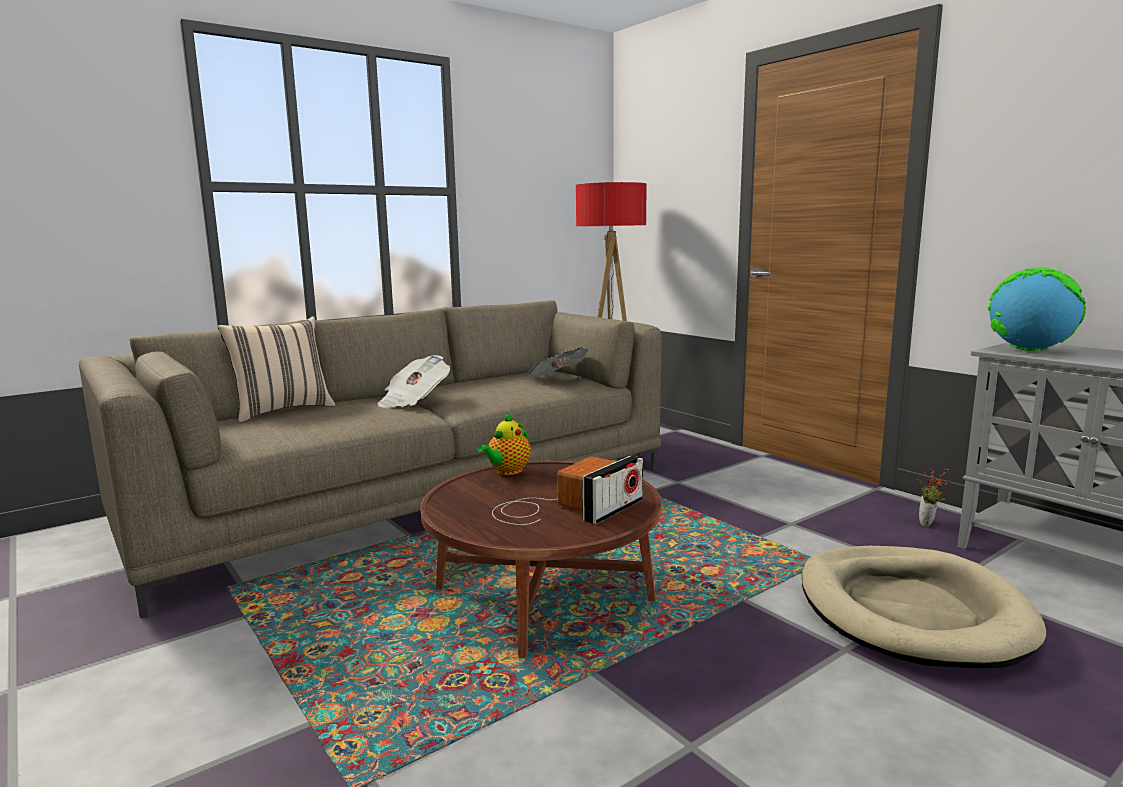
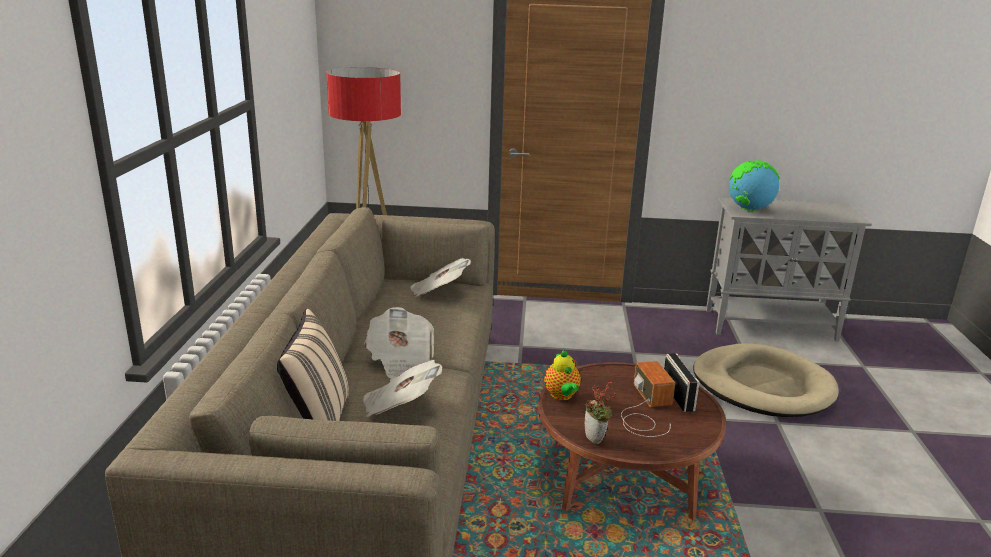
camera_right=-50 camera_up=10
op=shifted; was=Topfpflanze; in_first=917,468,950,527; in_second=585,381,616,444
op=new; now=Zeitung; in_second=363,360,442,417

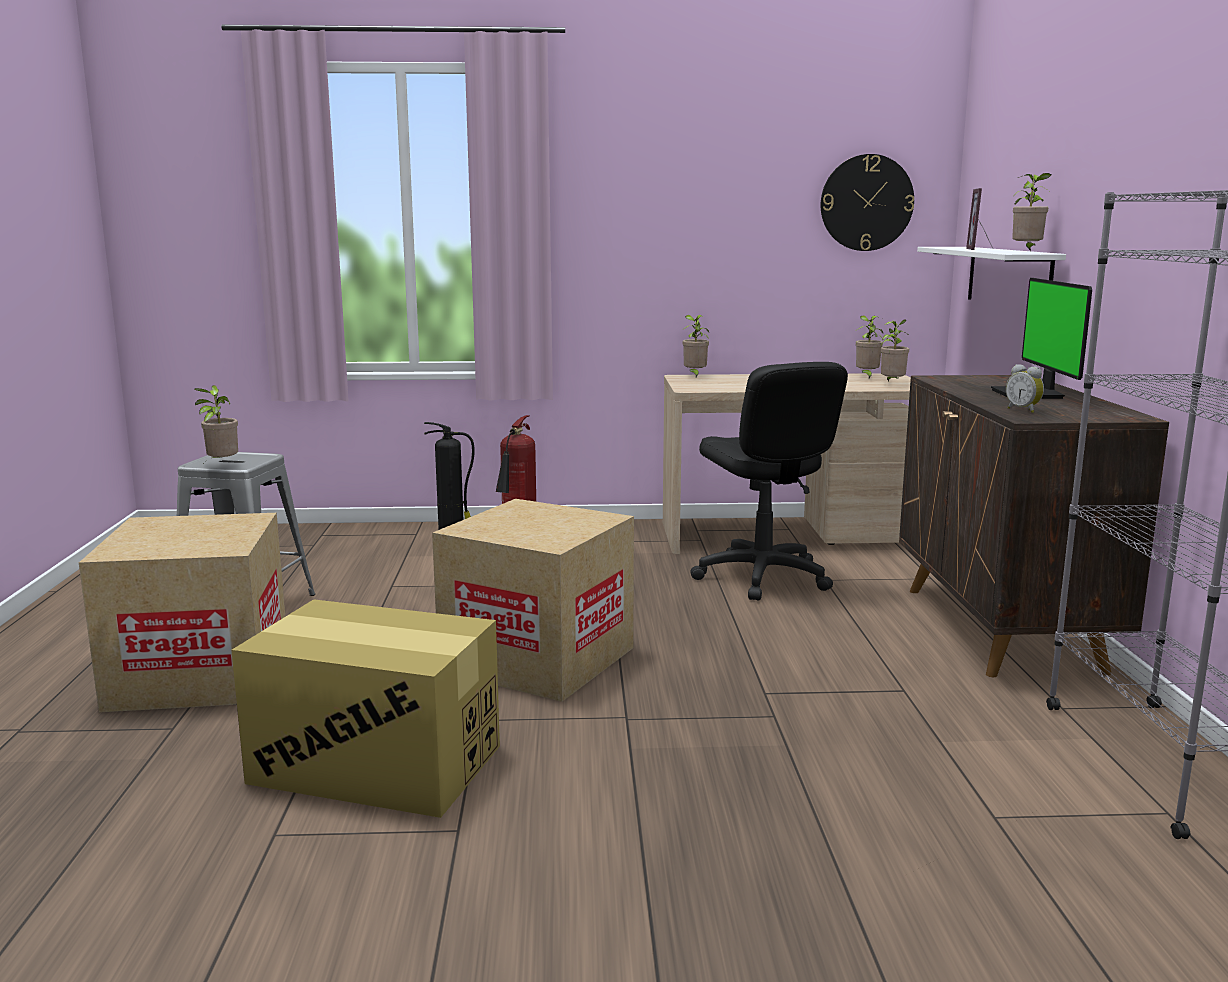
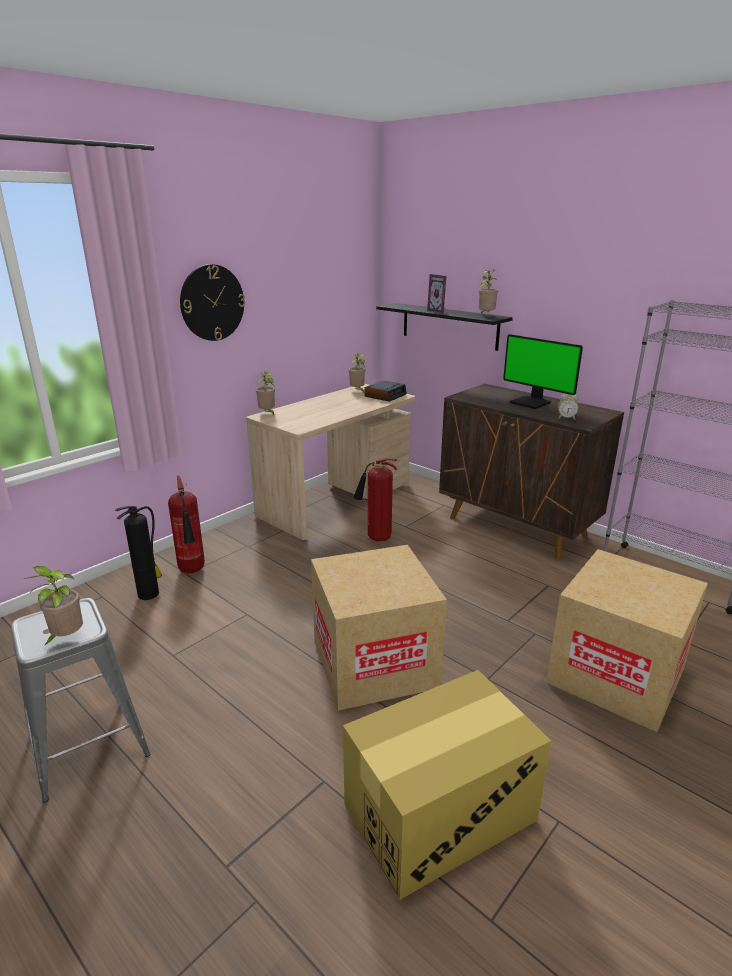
camera_right=-45 camera_up=10
op=shifted; was=Karton; in_first=79,513,285,712; in_second=546,549,708,732
op=swapped; was=Bürostuhl/schwarz; now=Feuerlöscher; in_first=690,362,848,600; in_second=354,458,397,542
op=shifted; was=Wanduhr; in_first=821,154,914,251; in_second=180,264,245,341
op=swapped; was=Topfpflanze; now=Wecker; in_first=881,319,909,382; in_second=364,380,407,402
op=repainted; was=Wandregal/weiß; now=Wandregal/schwarz; in_first=917,247,1066,300; in_second=376,303,513,351

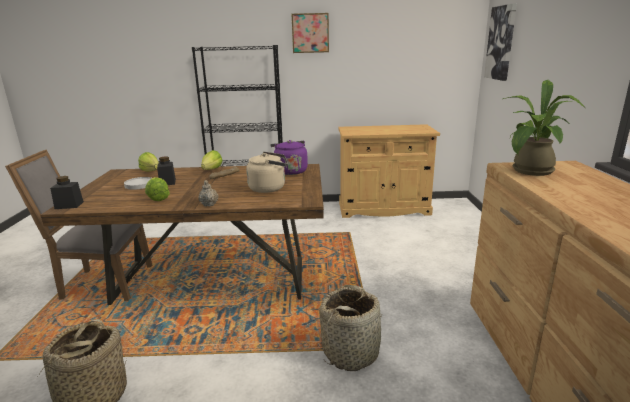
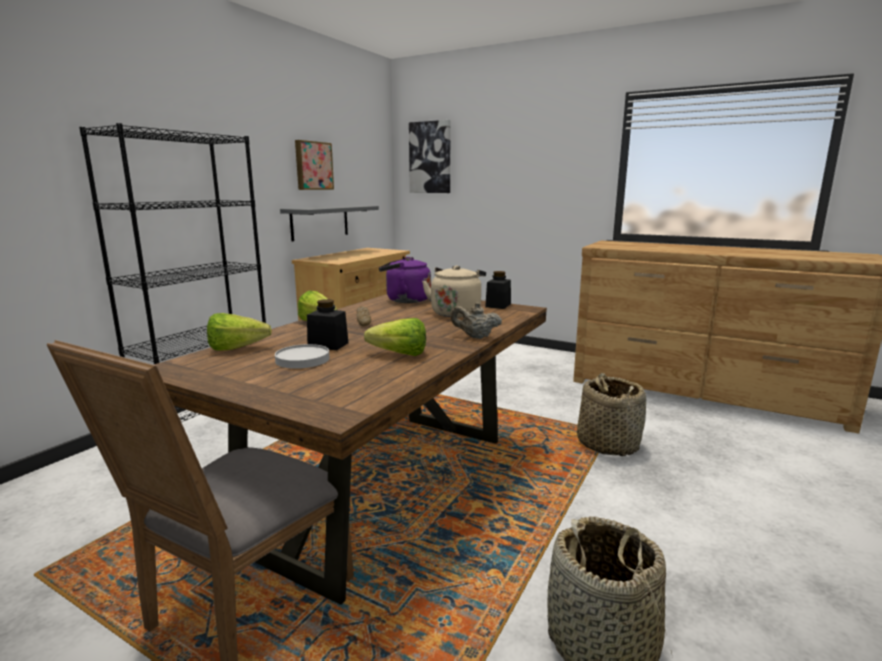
camera_right=-60 camera_up=-5
op=shifted; was=Vorratsglas/schwarz; in_first=50,176,84,209; in_second=485,271,511,309
op=shifted; was=Bild; in_first=292,13,329,53; in_second=295,140,334,190
op=gone; was=Topfpflanze; in_first=503,80,585,176
op=new; now=Wandregal/grau; in_second=280,205,379,241

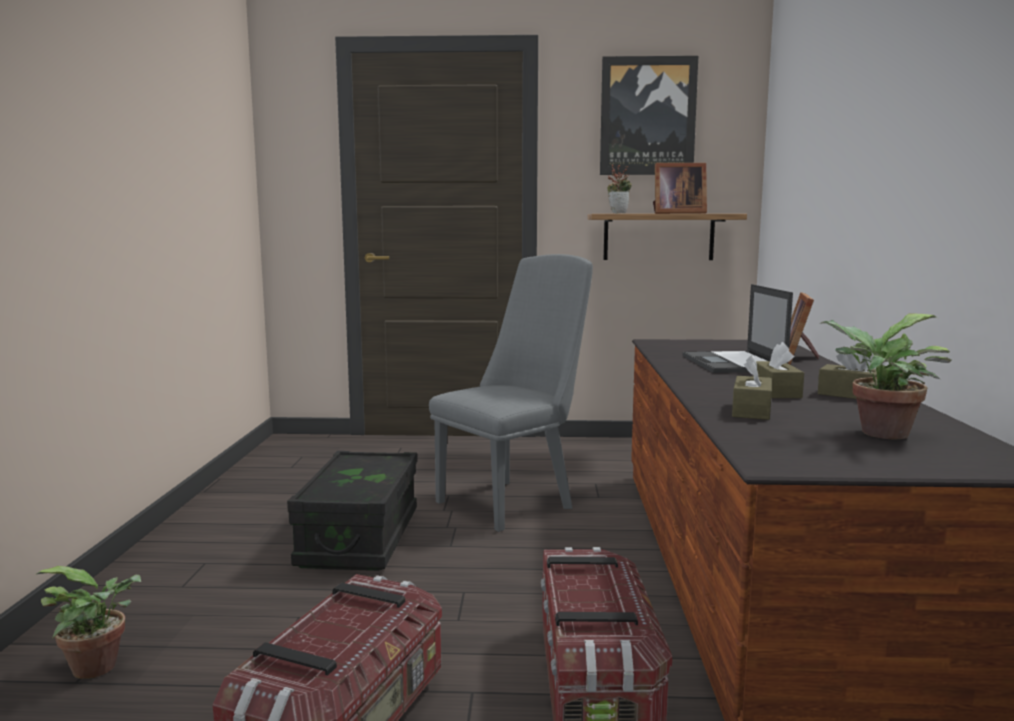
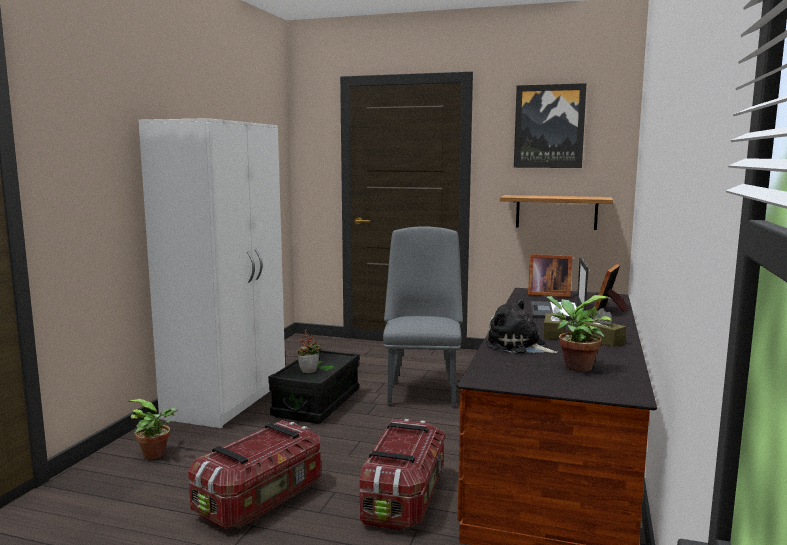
camera_right=15 camera_up=0
op=rotated; was=Stuhl/grau; in_first=429,254,593,532; in_second=383,226,463,407; clockwise=-60
op=shifted; was=Topfpflanze; in_first=607,165,632,214; in_second=297,329,322,373
op=shifted; was=Bilderrahmen; in_first=653,163,707,214; in_second=528,254,572,297
op=swapped; was=Taschentuchbox/braun; now=Plüschtier; in_first=732,355,772,420; in_second=485,298,558,354
op=new; now=Kleiderschrank/weiß; in_second=139,118,285,428

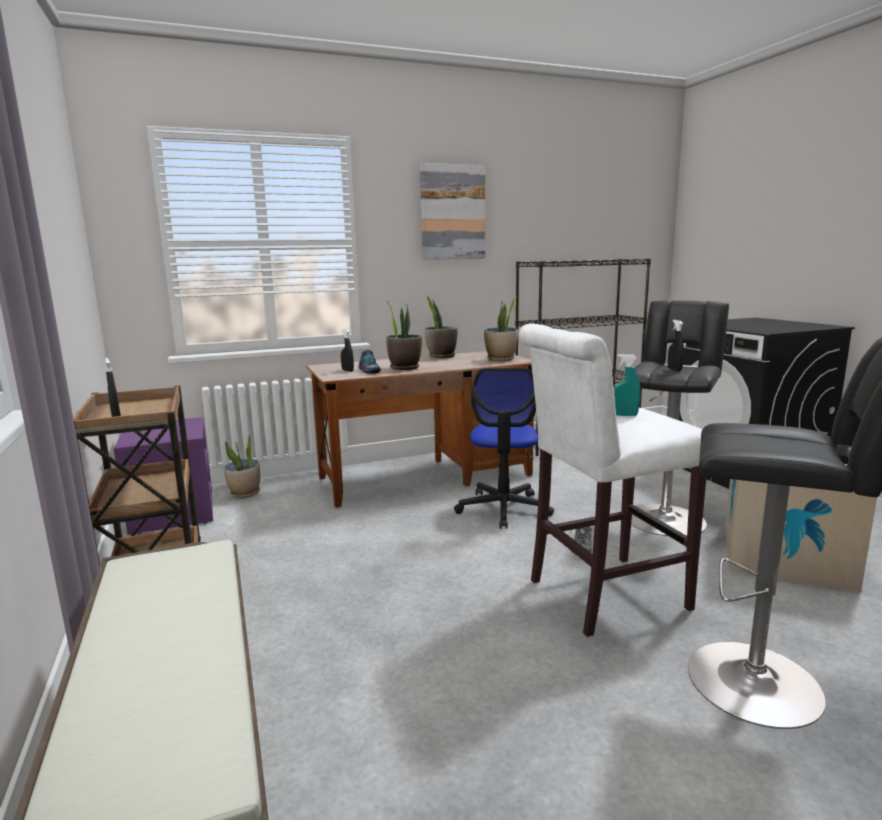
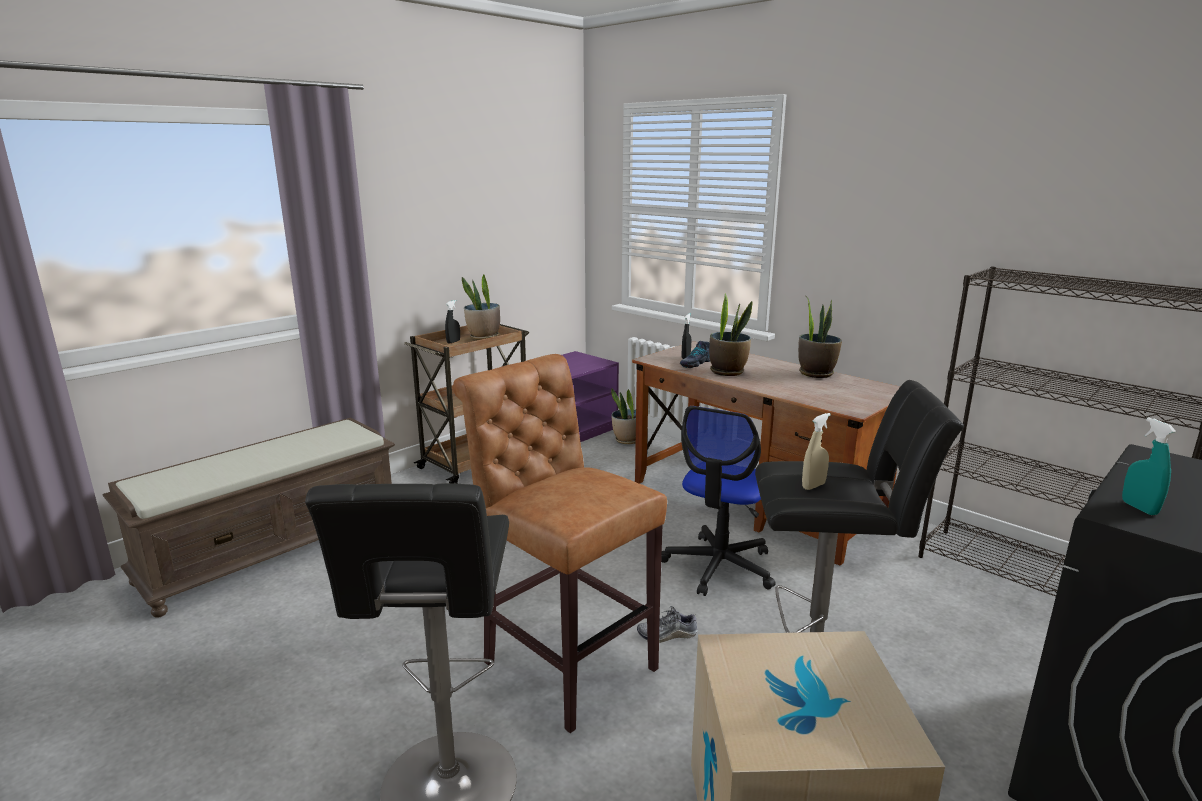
camera_right=65 camera_up=5
op=gone; was=Bild; in_first=420,163,485,260
op=rotated; was=Bürostuhl; in_first=454,368,554,529; in_second=661,406,776,596; clockwise=-45
op=shifted; was=Topfpflanze; in_first=484,296,518,361; in_second=462,274,500,340
op=repainted; was=Hocker/weiß; now=Hocker/braun; in_first=519,323,706,637; in_second=453,354,667,733
op=shifted; was=Sprühflasche/türkis; in_first=614,354,640,416; in_second=1122,418,1176,515
op=repainted; was=Sprühflasche/schwarz; now=Sprühflasche/beige; in_first=667,320,684,371; in_second=802,413,831,490

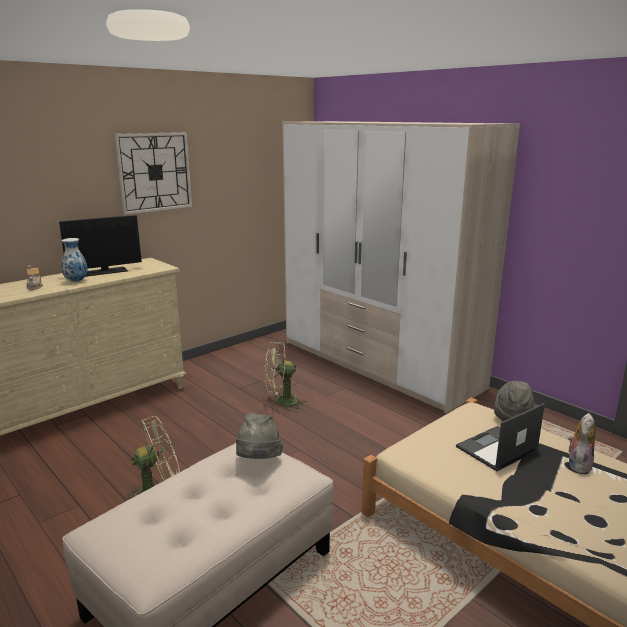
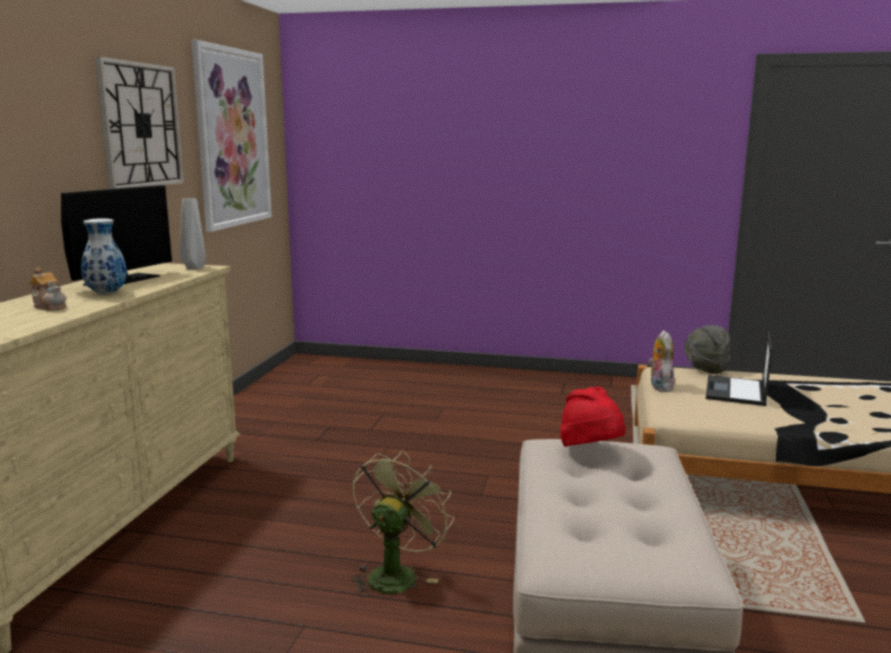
camera_right=-35 camera_up=-5
op=repainted; was=Hut/grau; now=Hut/rot; in_first=236,413,283,459; in_second=560,386,626,447
op=gone; was=Ventilator/grün; in_first=264,342,307,411
op=gone; was=Kleiderschrank; in_first=282,121,520,413
op=shifted; was=Plüschtier; in_first=568,413,596,474; in_second=649,330,675,392
op=new; now=Vase/grau; in_second=180,199,206,269
op=new; now=Bild; in_second=191,40,272,232

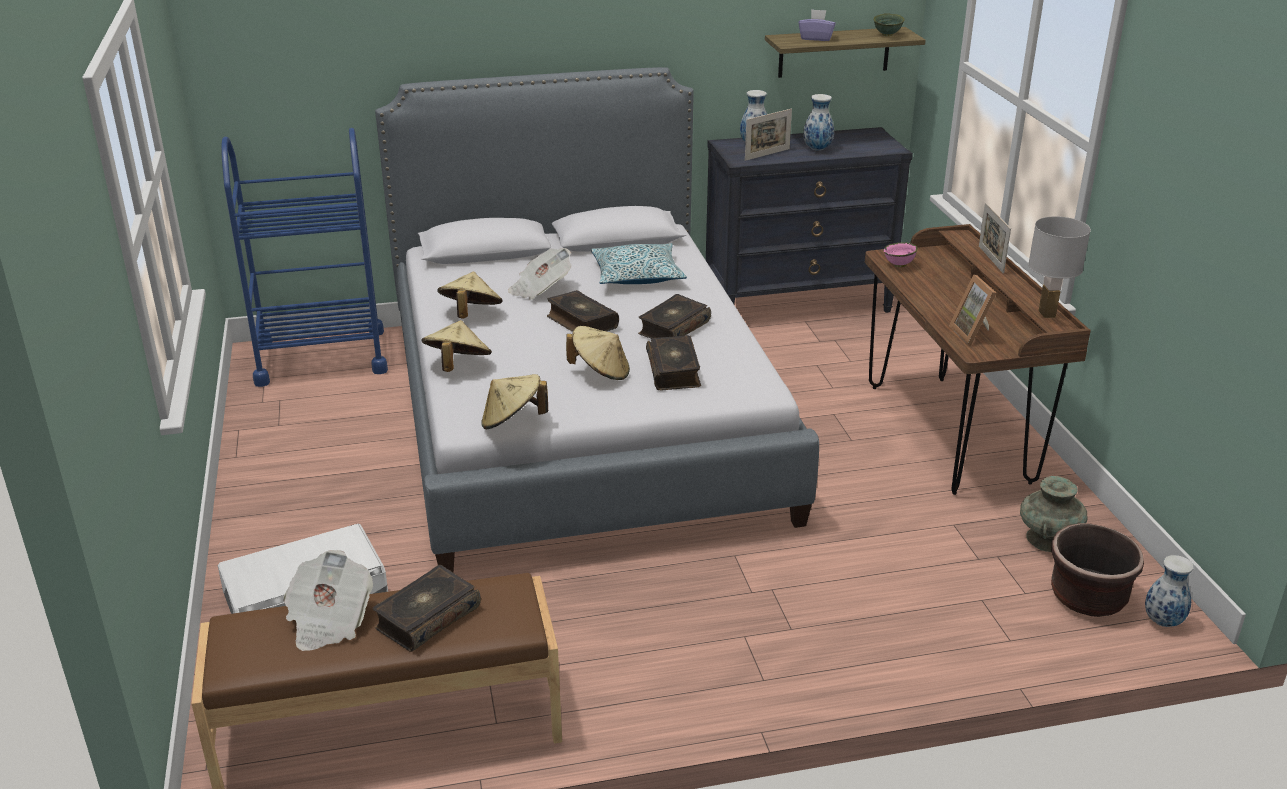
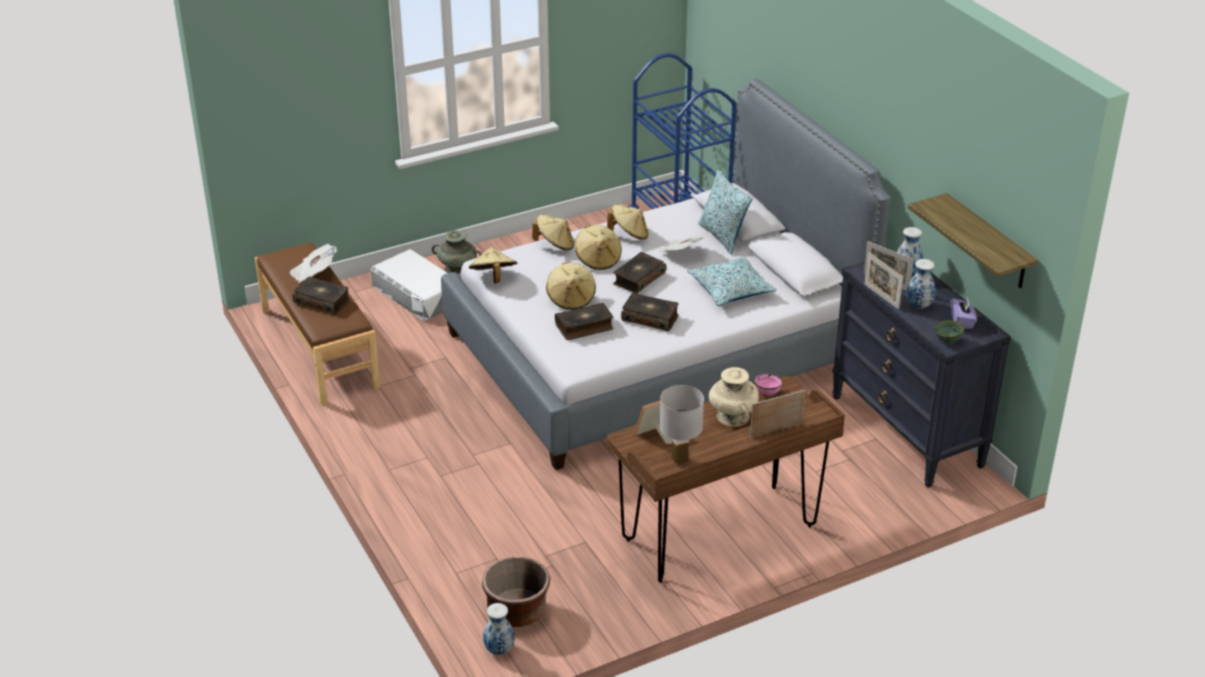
camera_right=75 camera_up=5
op=shifted; was=Taschentuchbox/lila; in_first=799,9,836,41; in_second=951,298,977,329
op=shifted; was=Schüssel/grün; in_first=873,13,905,36; in_second=935,320,964,344
op=shifted; was=Vase/türkis; in_first=1020,476,1087,552; in_second=432,230,482,274
op=new; now=Hut/beige; in_second=575,225,622,270
op=new; now=Kissen; in_second=698,170,753,255
op=new; now=Vase/beige; in_second=709,367,759,427
op=new; now=Bilderrahmen; in_second=864,252,903,310

